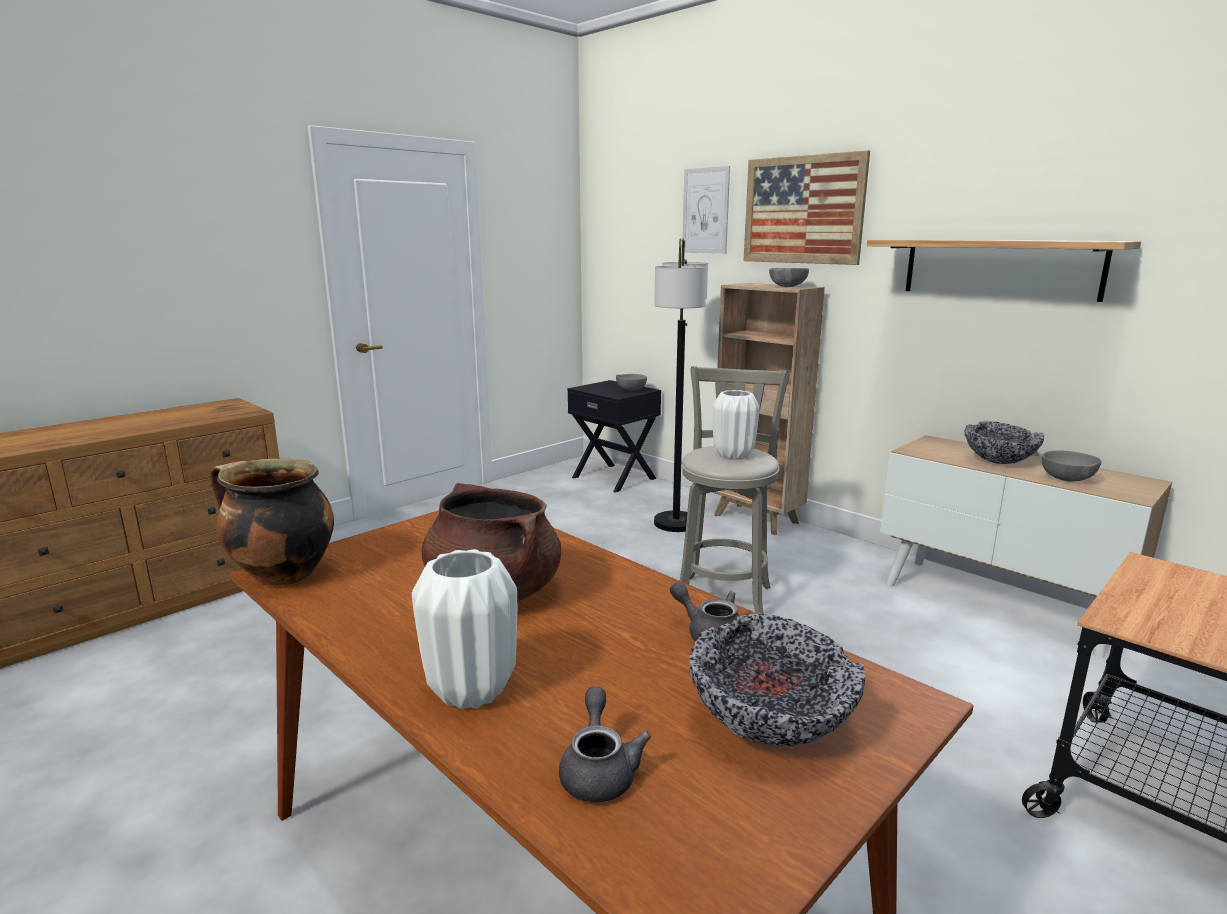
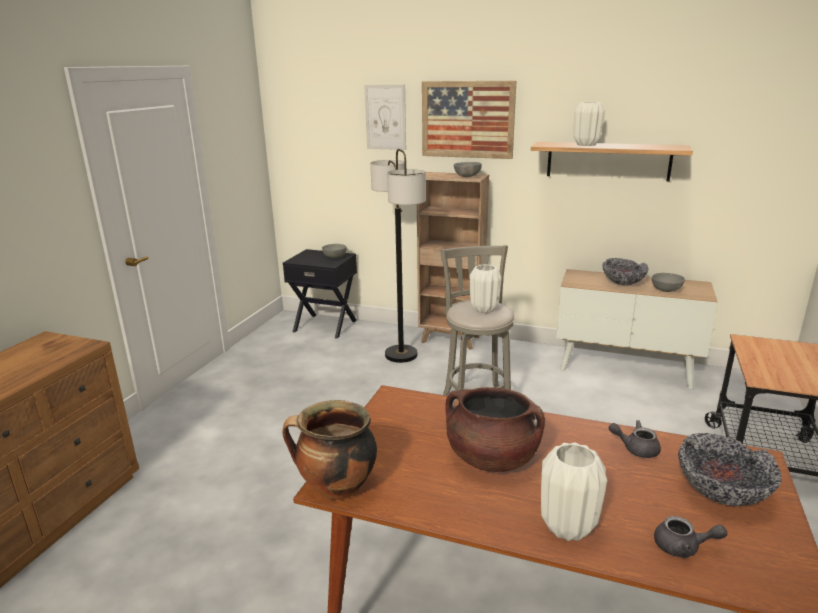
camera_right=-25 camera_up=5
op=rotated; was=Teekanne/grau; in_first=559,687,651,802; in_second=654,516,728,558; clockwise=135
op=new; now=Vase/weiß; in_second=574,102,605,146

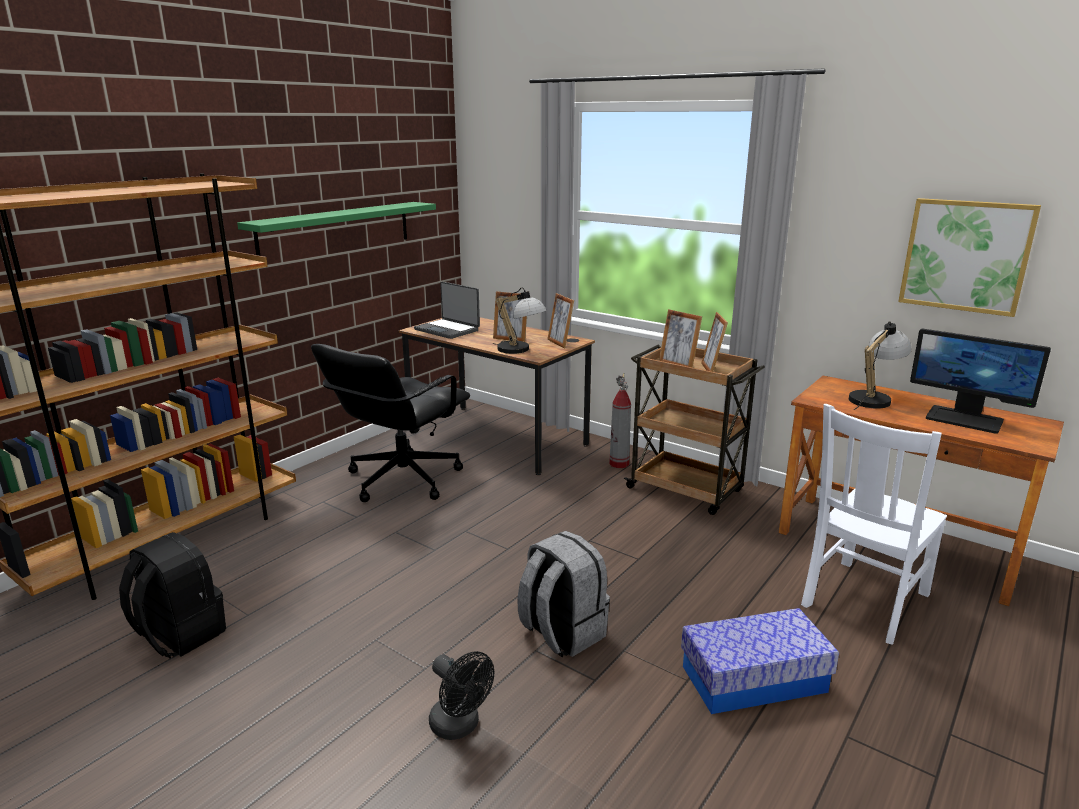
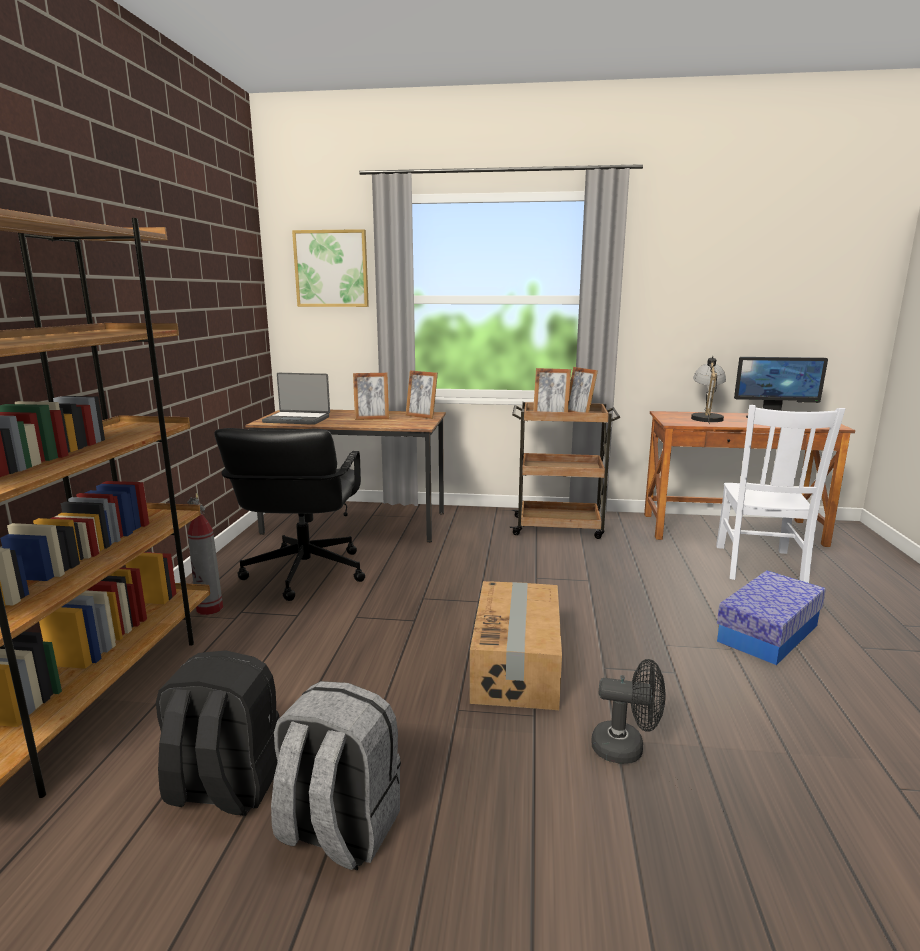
camera_right=-30 camera_up=-5
op=gone; was=Wandregal/grün; in_first=237,202,436,256
op=gone; was=Tischlampe; in_first=493,287,547,354
op=shifted; was=Rucksack/grau; in_first=517,531,610,658; in_second=271,681,401,871
op=shifted; was=Feuerlöscher; in_first=609,373,631,468; in_second=187,493,223,615
op=shifted; was=Bild; in_first=898,198,1041,317; in_second=292,229,369,307
op=new; now=Karton; in_second=470,581,562,710

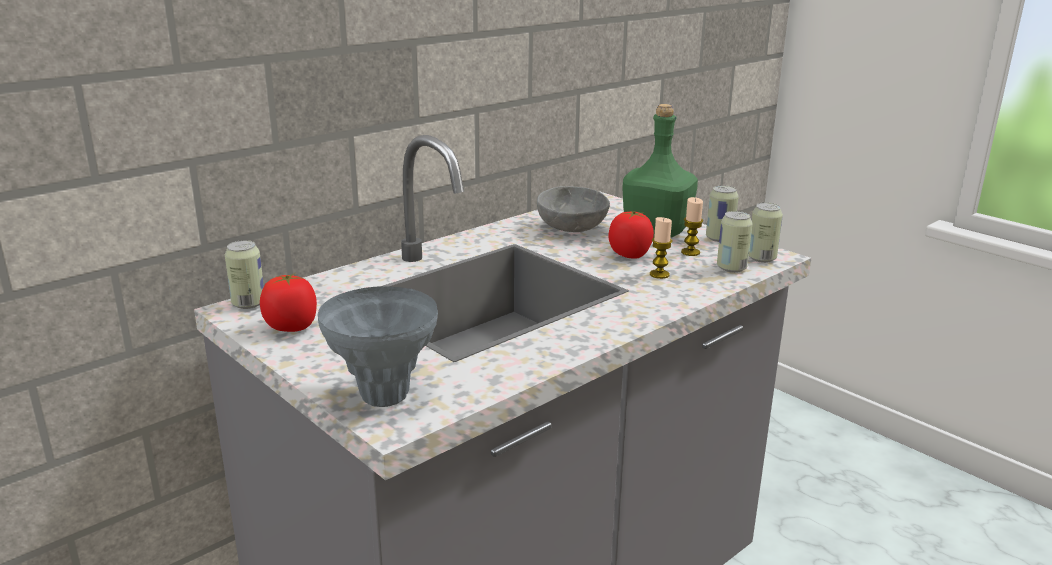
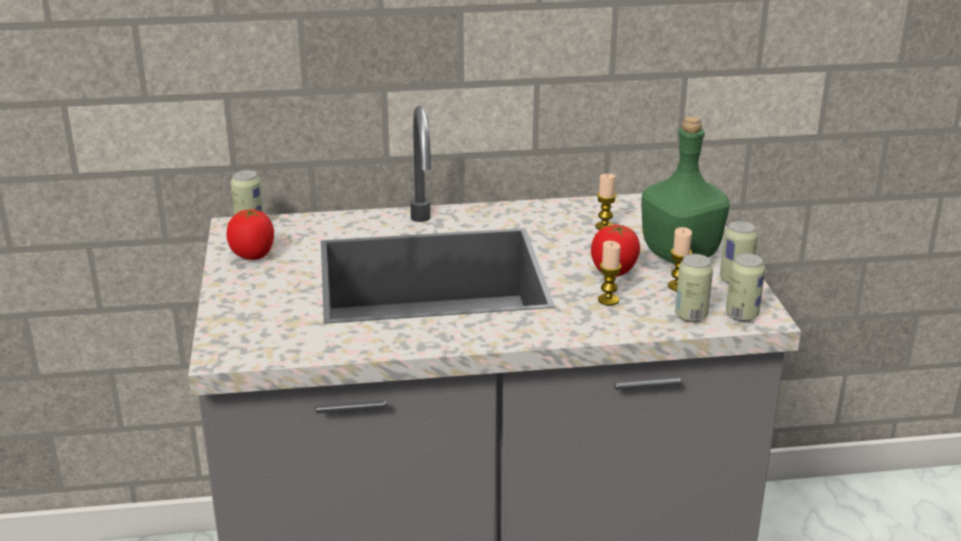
camera_right=35 camera_up=5
op=gone; was=Vase/grau; in_first=318,286,438,407
op=swapped; was=Schüssel/grau; now=Kerze; in_first=537,186,610,232; in_second=596,174,616,230

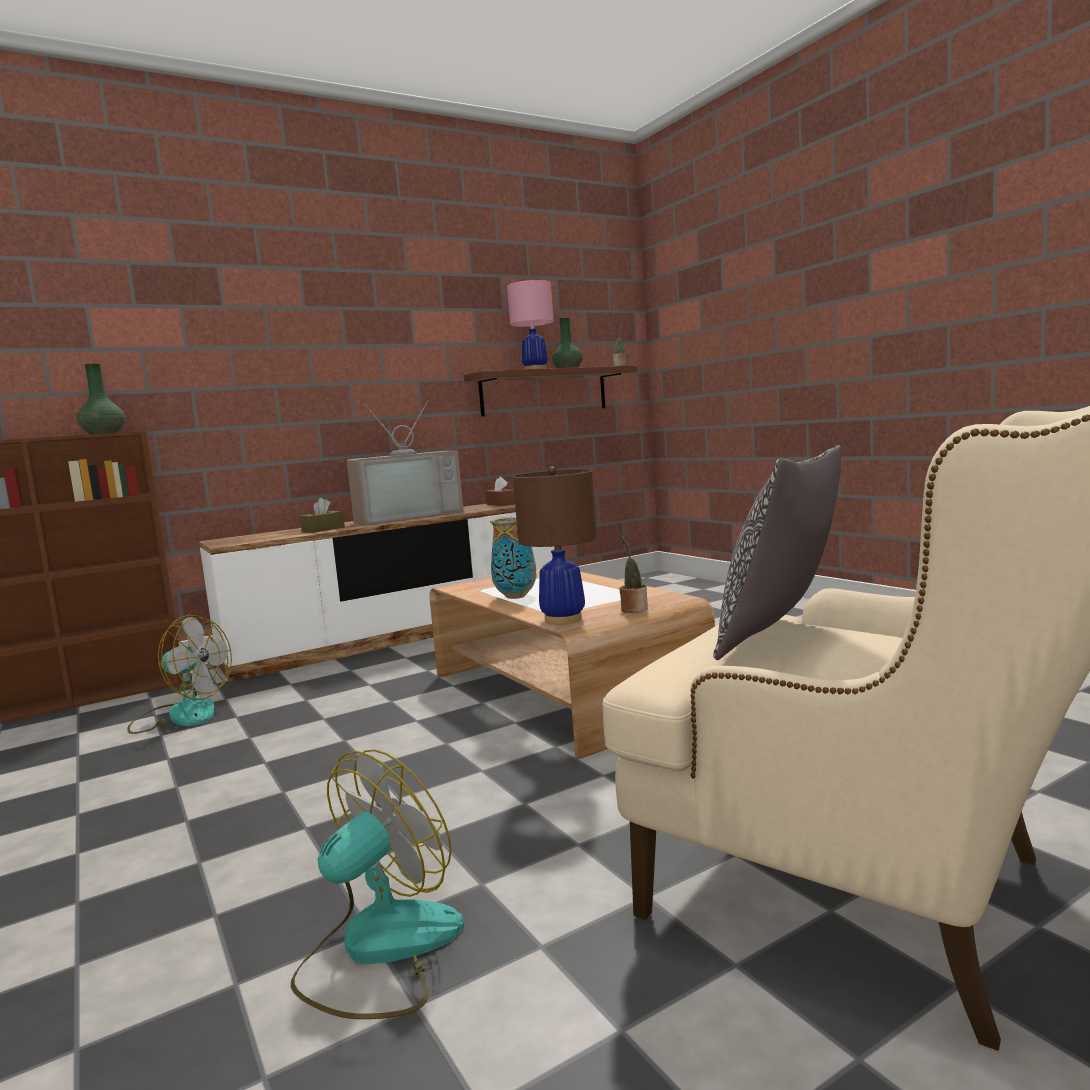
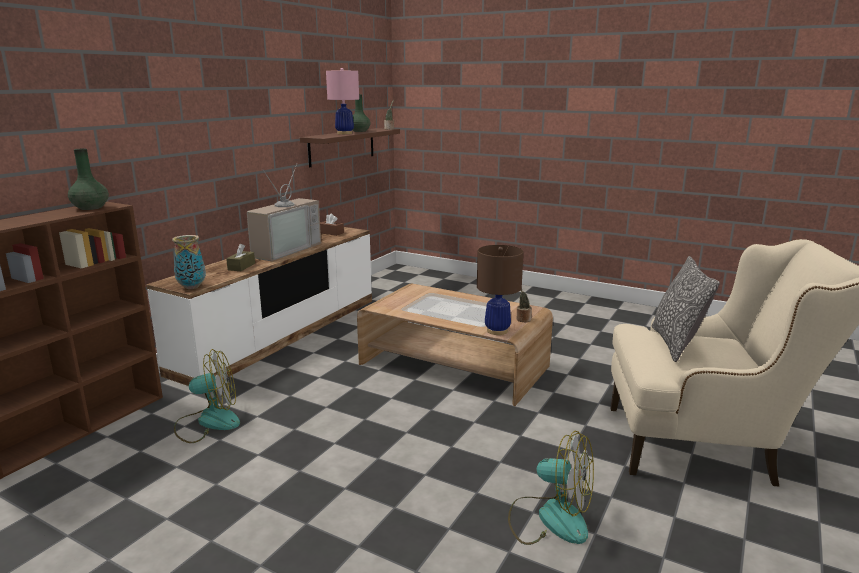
camera_right=-30 camera_up=10
op=rotated; was=Ventilator; in_first=291,750,464,1019; in_second=508,431,594,545; clockwise=105
op=shifted; was=Vase; in_first=490,516,537,599; in_second=172,235,206,289

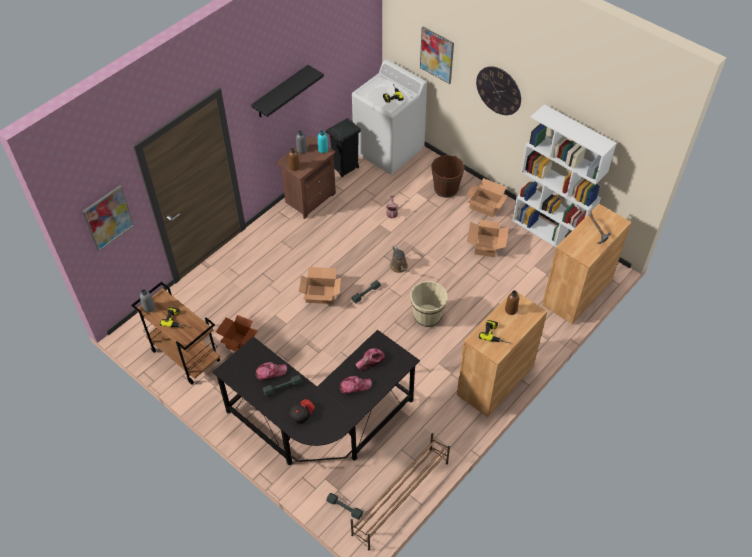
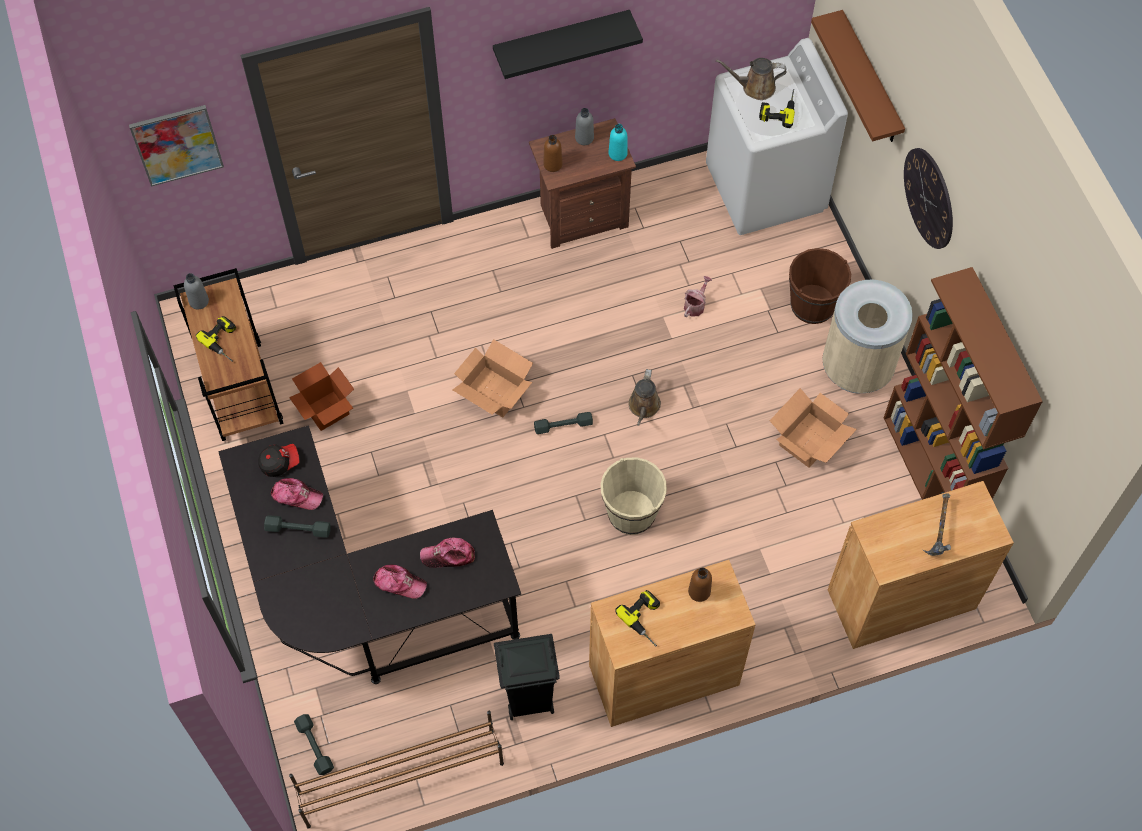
camera_right=30 camera_up=10
op=shifted; was=Kappe; in_first=290,399,315,424; in_second=258,444,300,477
op=shifted; was=Mülleimer/schwarz; in_first=326,118,361,177; in_second=494,634,560,720
op=swapped; was=Bild; now=Wandregal/braun; in_first=420,27,454,84; in_second=811,10,905,142
op=swapped; was=Karton; now=Mülleimer/beige; in_first=466,178,508,217; in_second=822,280,913,393
op=repainted; was=Bücherregal/weiß; now=Bücherregal/braun; in_first=512,105,617,247; in_second=883,267,1043,500
op=new; now=Gießkanne/braun; in_second=716,58,787,100

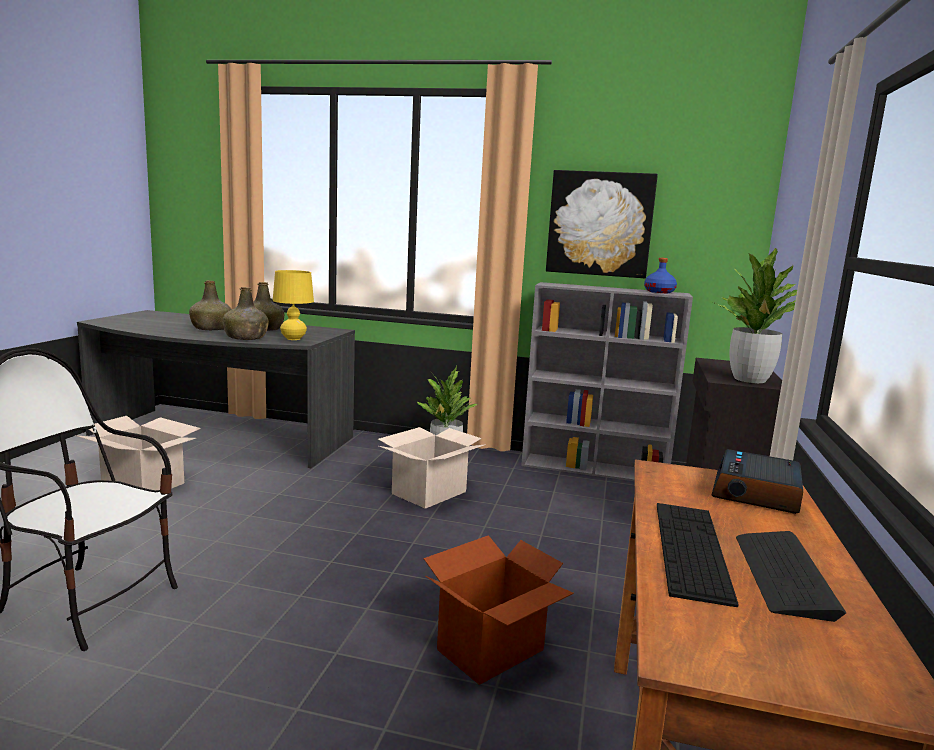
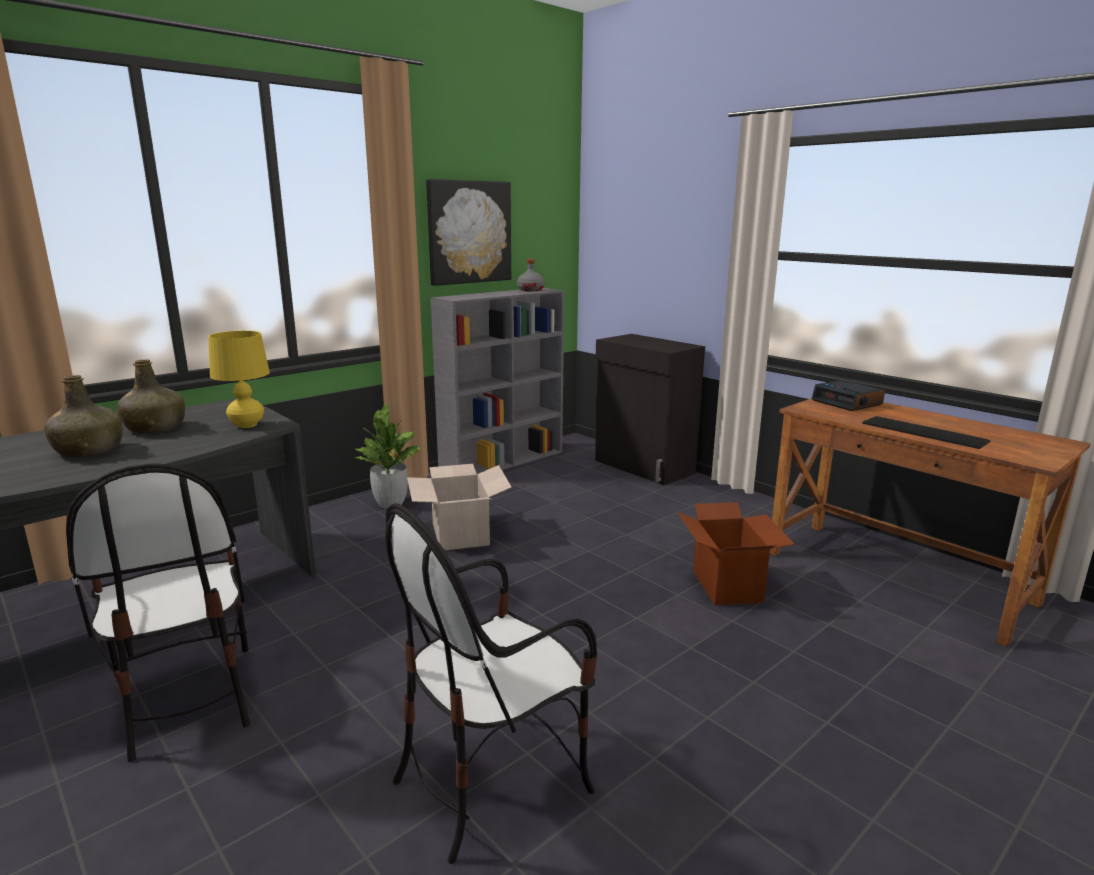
camera_right=-55 camera_up=5
op=swapped; was=Karton; now=Stuhl; in_first=75,416,201,490; in_second=66,464,250,762
op=gone; was=Flasche/grün; in_first=223,287,269,340
op=repainted; was=Flasche/blau; now=Flasche/grau; in_first=644,258,677,293; in_second=517,259,545,291
op=gone; was=Topfpflanze; in_first=713,248,797,383
op=gone; was=Tastatur; in_first=736,531,846,622

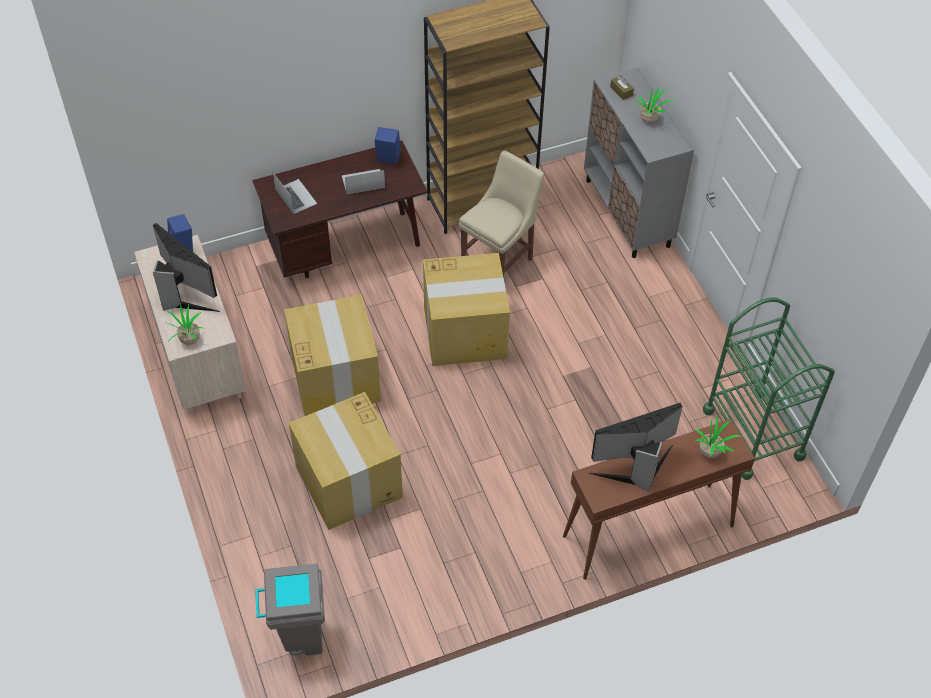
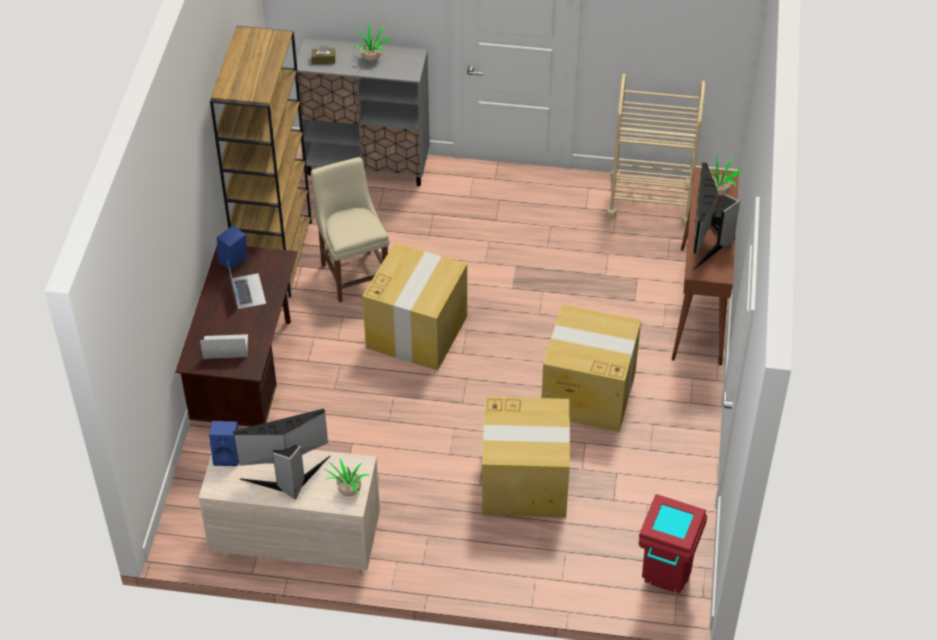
camera_right=-60 camera_up=-5
op=repainted; was=Mülleimer/grau; now=Mülleimer/rot; in_first=255,563,325,656; in_second=639,494,707,593
op=shifted; was=Karton; in_first=284,295,381,416; in_second=541,305,641,432
op=rotated; was=Laptop; in_first=342,169,385,194; in_second=228,263,266,309; clockwise=150
op=repainted; was=Rollwagen/grün; now=Rollwagen/beige; in_first=703,297,835,480; in_second=606,74,705,227

